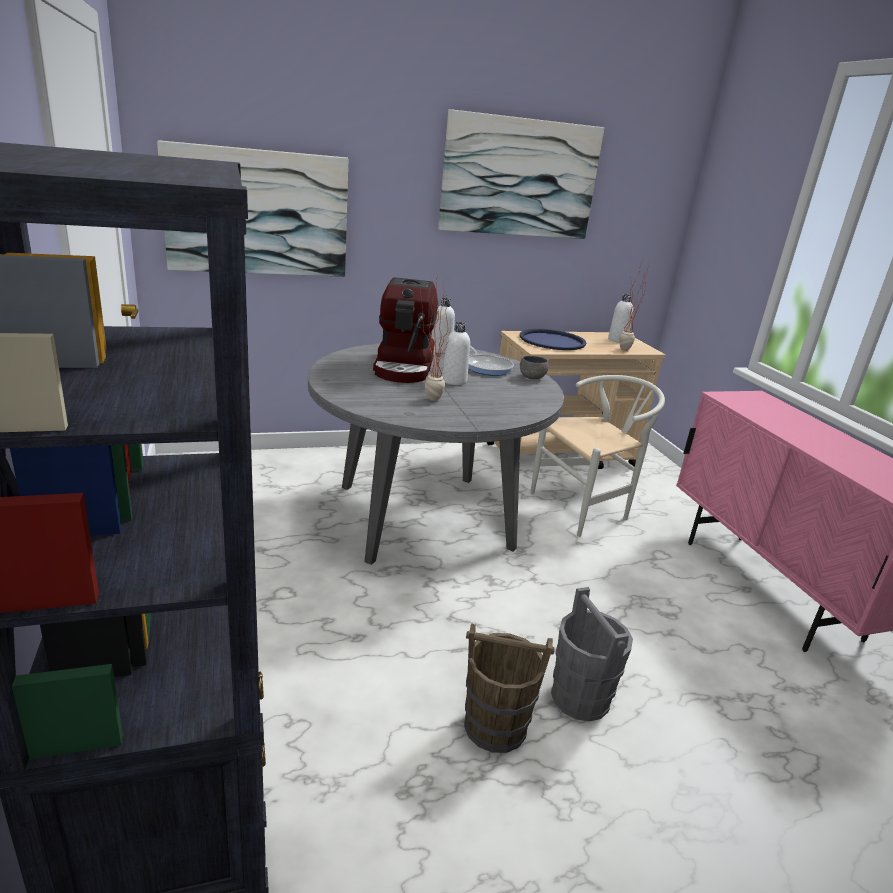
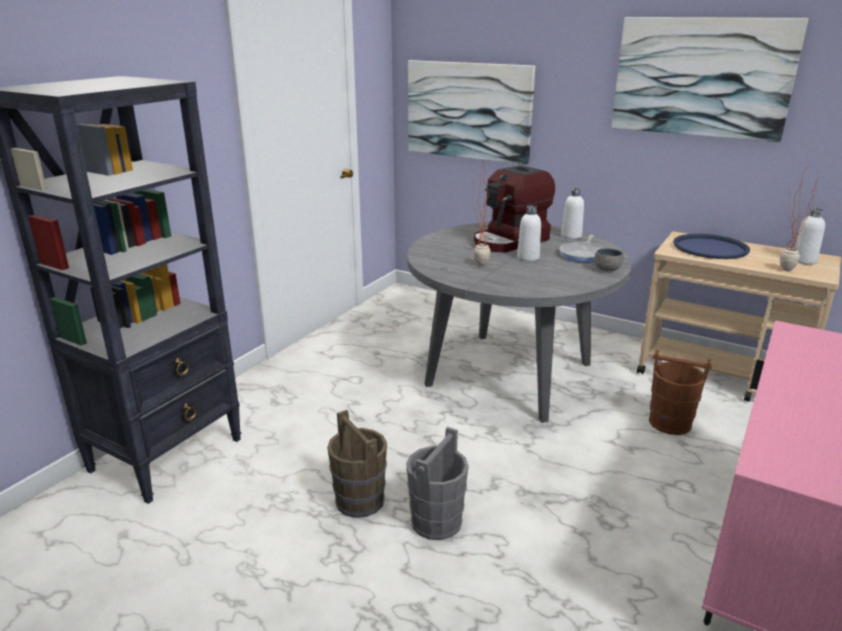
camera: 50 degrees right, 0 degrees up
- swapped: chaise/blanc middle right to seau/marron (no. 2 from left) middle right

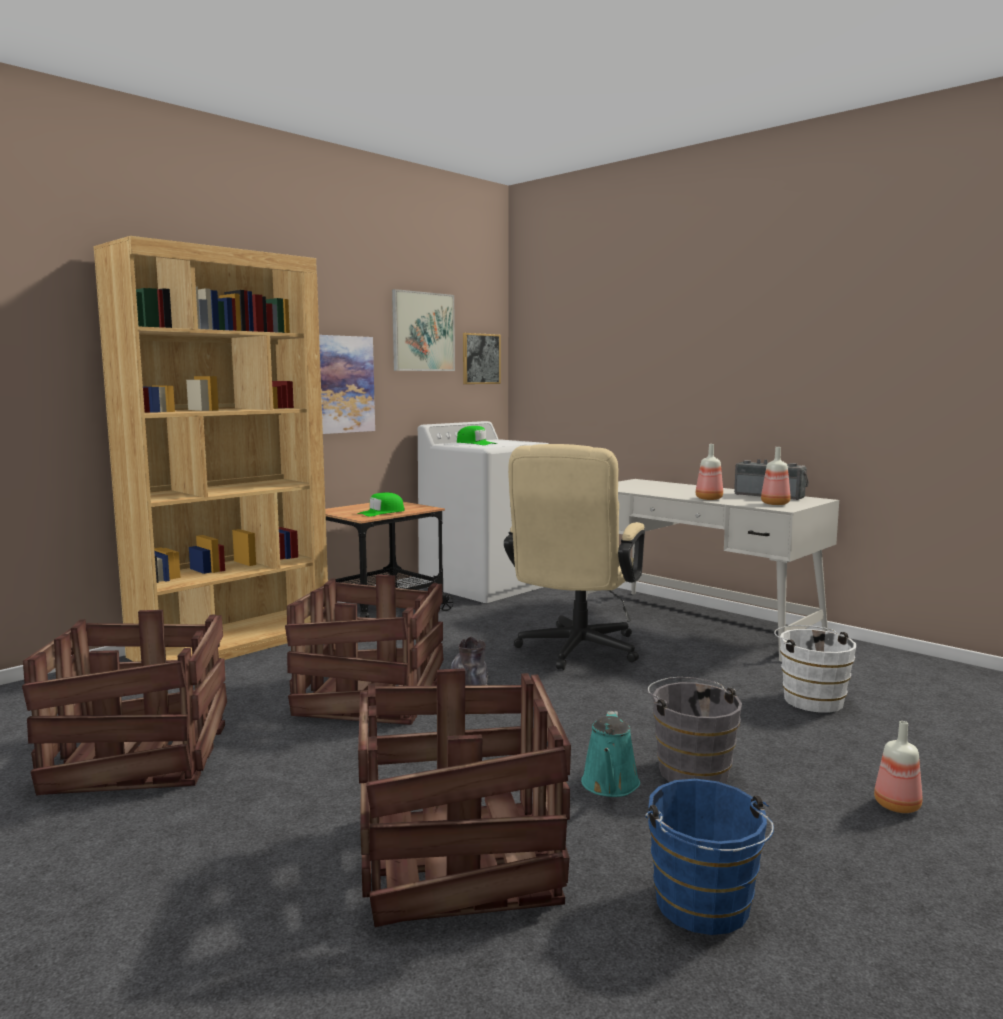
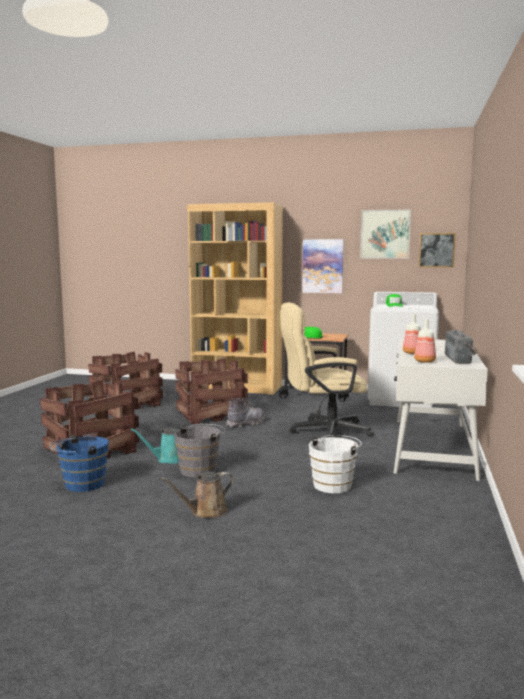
camera: 60 degrees right, 0 degrees up
- swapped: bouteille (no. 3 from left) bottom right to arrosoir/marron bottom centre

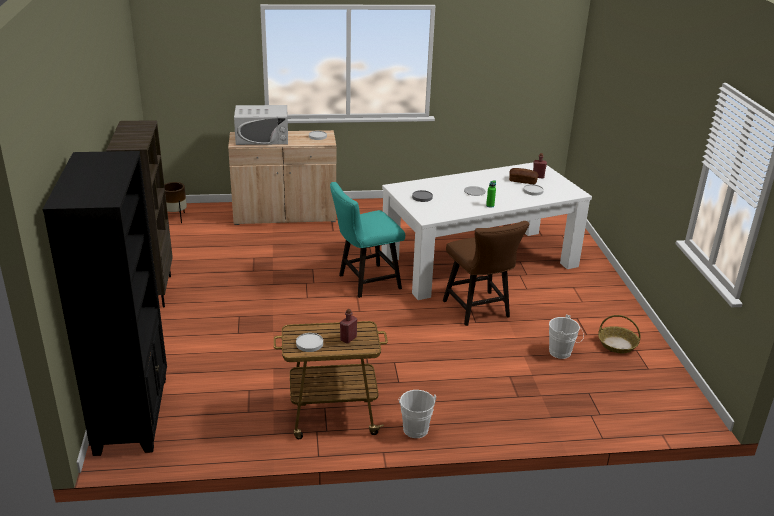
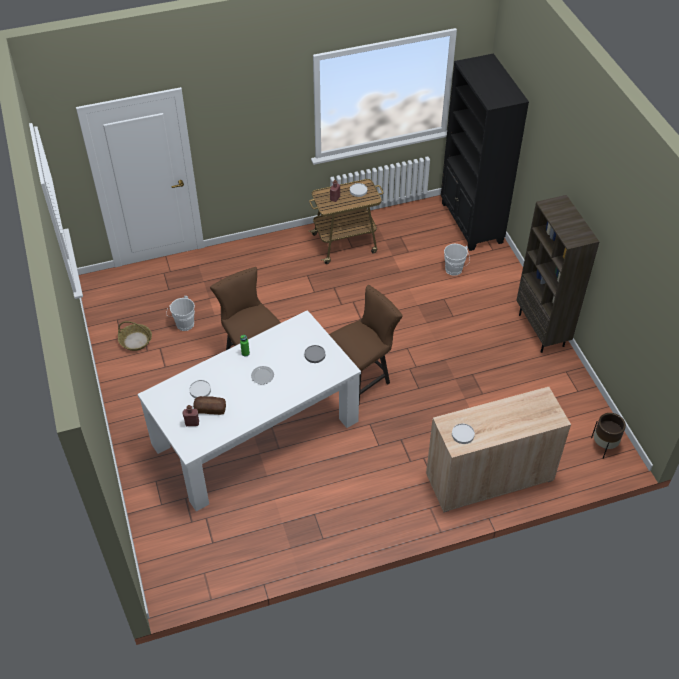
camera: 170 degrees right, 20 degrees up
- repainted: chaise/turquoise centre to chaise/marron (no. 2 from left) centre
- shifted: seau/blanc (no. 1 from left in the first image) bottom centre to seau/blanc (no. 2 from left) middle right
- gone: micro-ondes/blanc top centre

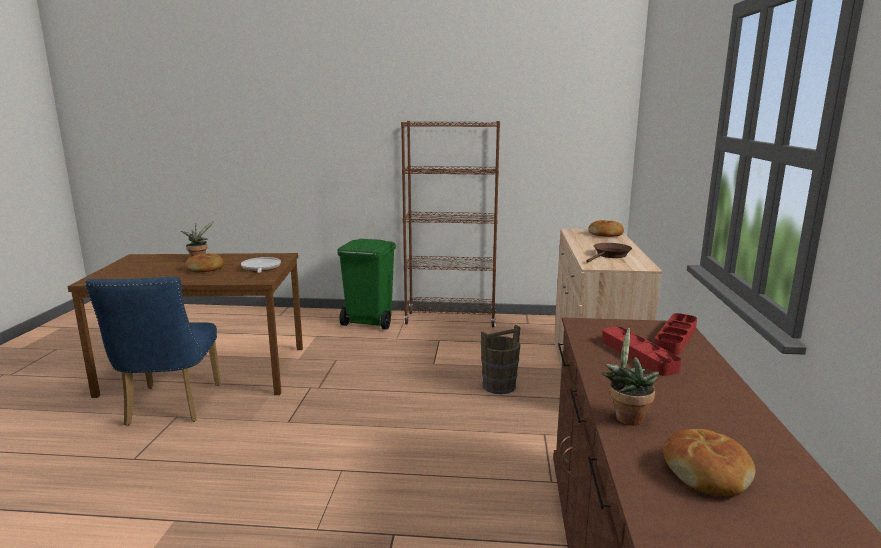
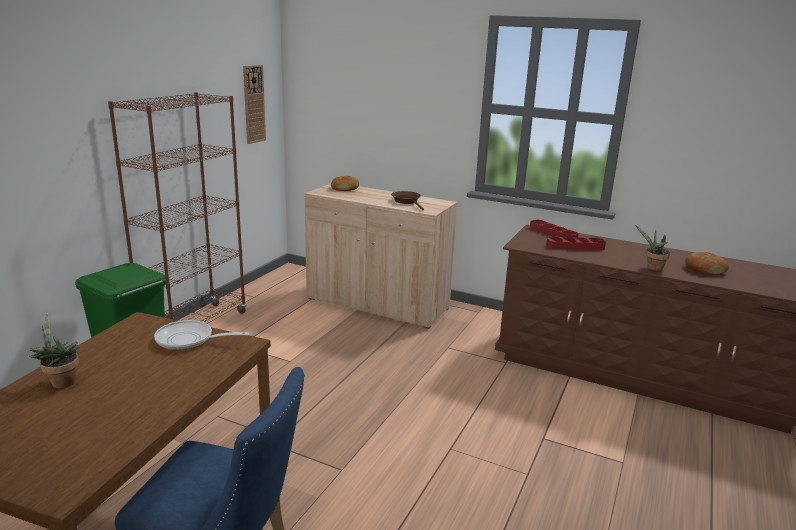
camera: 70 degrees left, 5 degrees up
- new: horloge murale top left
- gone: pain (no. 1 from left) middle left
- gone: seau/marron centre

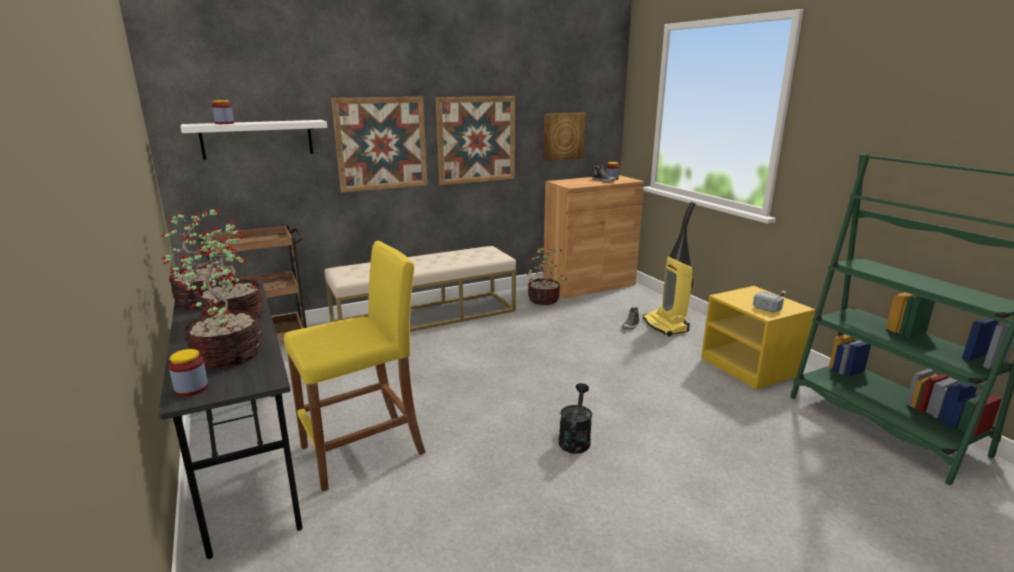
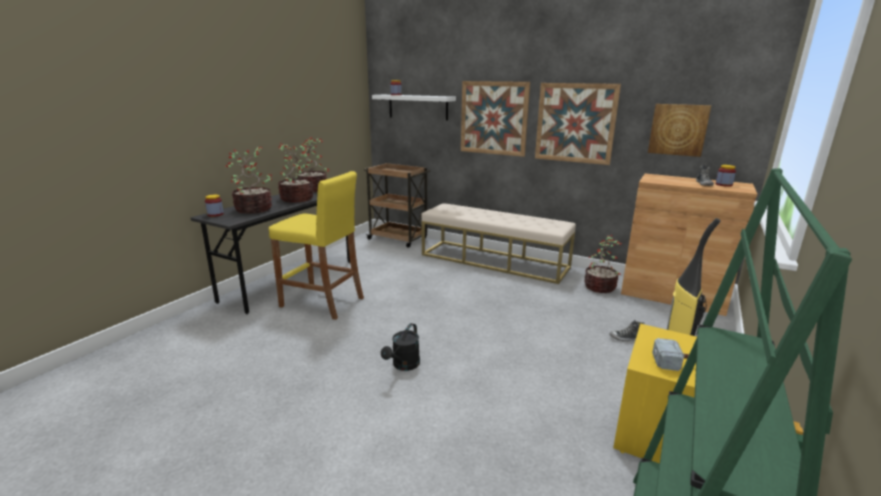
camera: 55 degrees right, 0 degrees up
- rotated: arrosoir/noir bottom centre = bottom centre 135 degrees clockwise

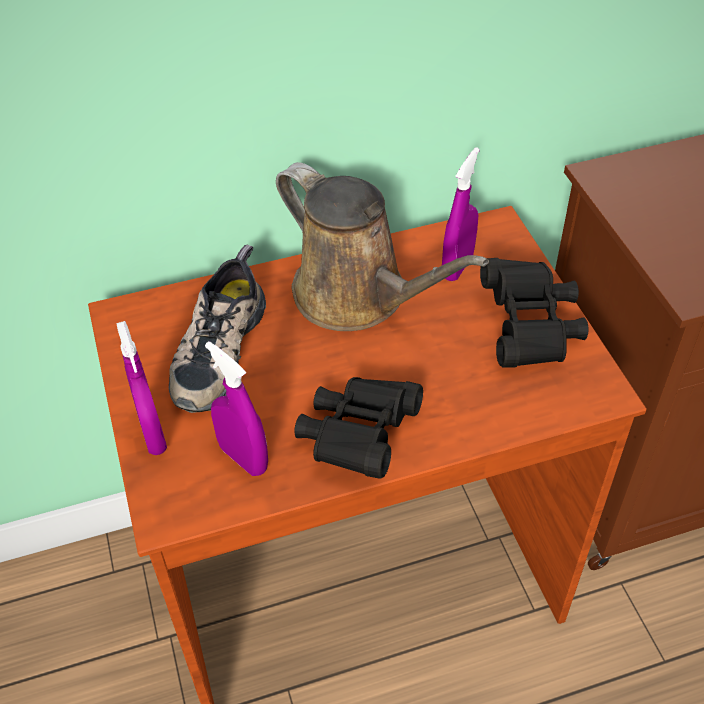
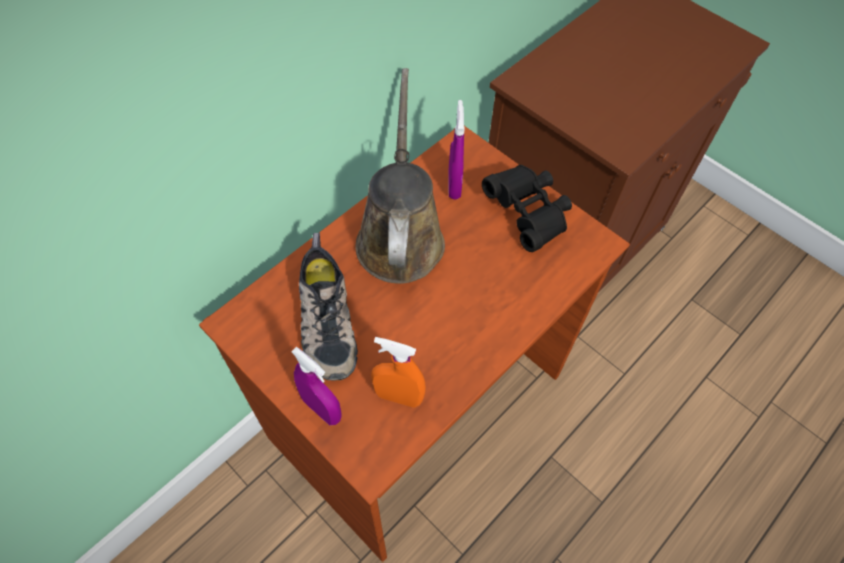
camera: 30 degrees left, 10 degrees up
- rotated: arrosoir/marron centre = top centre 105 degrees counterclockwise
- repainted: vaporisateur/violet (no. 2 from left) centre to vaporisateur/orange centre
- gone: jumelles/noir (no. 1 from left) centre

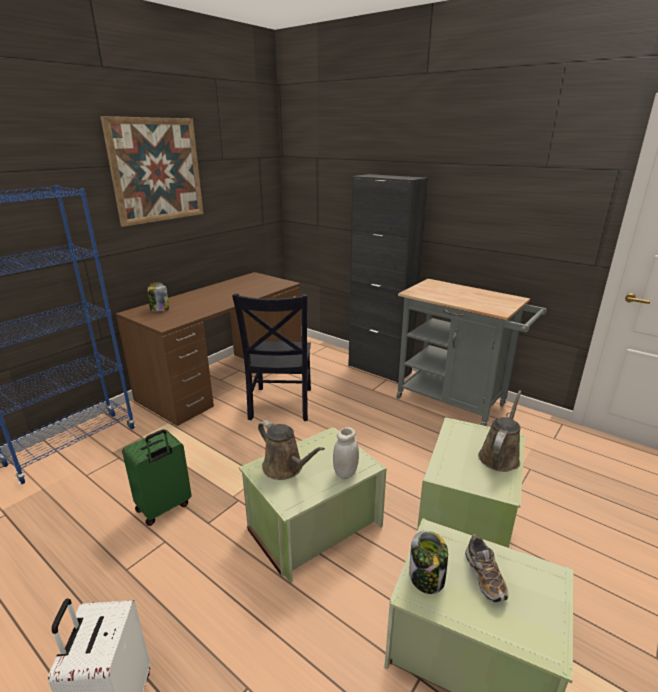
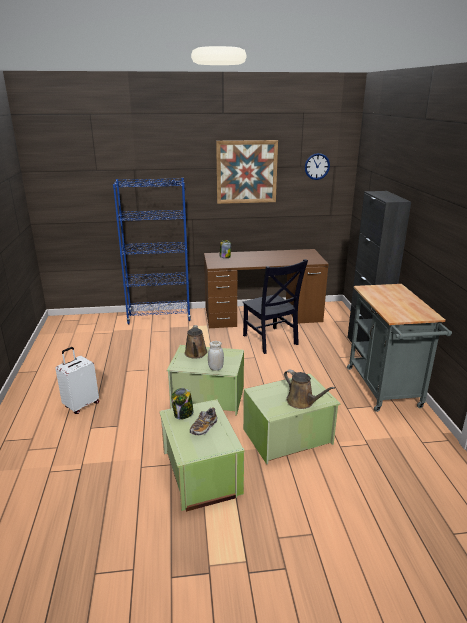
camera: 45 degrees right, 0 degrees up
- rotated: chaise/noir centre = centre 75 degrees counterclockwise
- rotated: arrosoir/marron (no. 2 from left) middle right = centre 60 degrees clockwise
- new: horloge murale top right
- gone: valise/vert bottom left

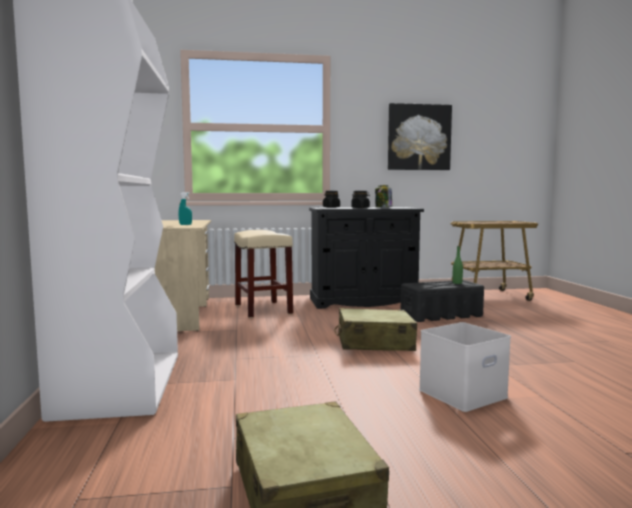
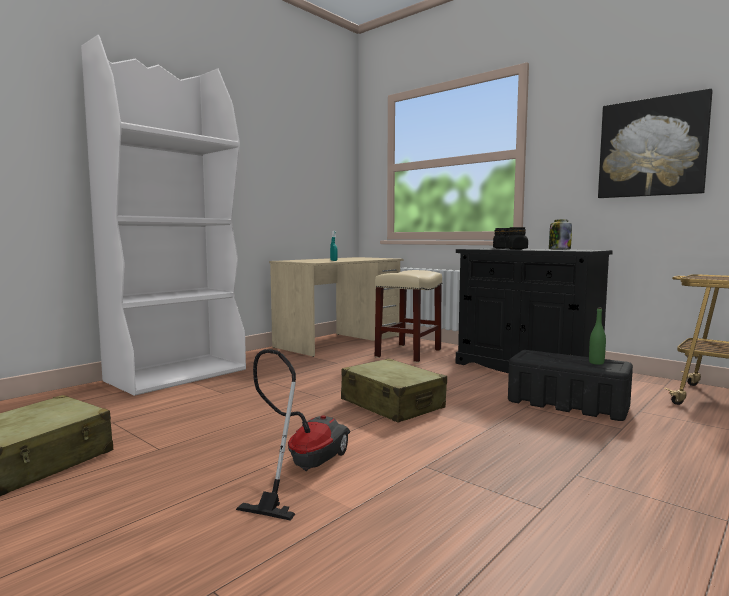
camera: 50 degrees right, 0 degrees up
- swapped: boîte de rangement/blanc bottom right to aspirateur bottom centre

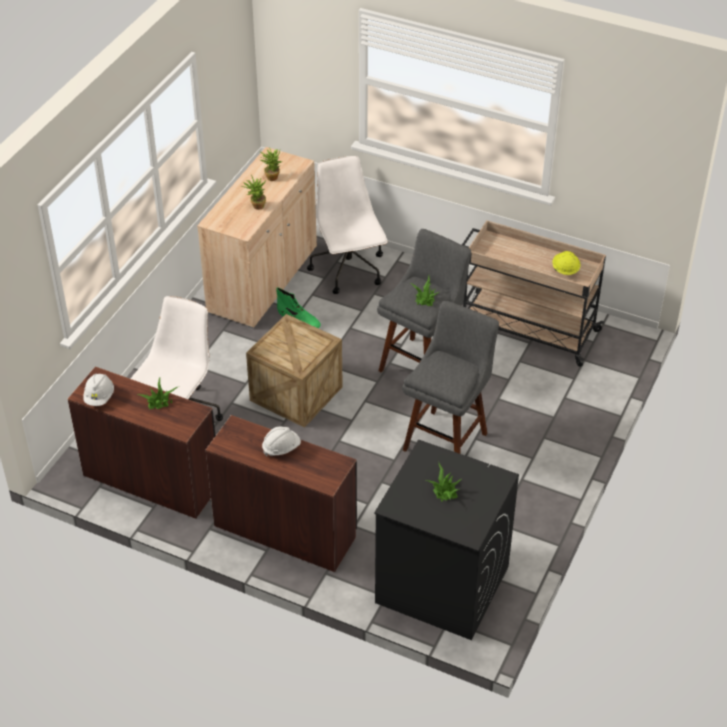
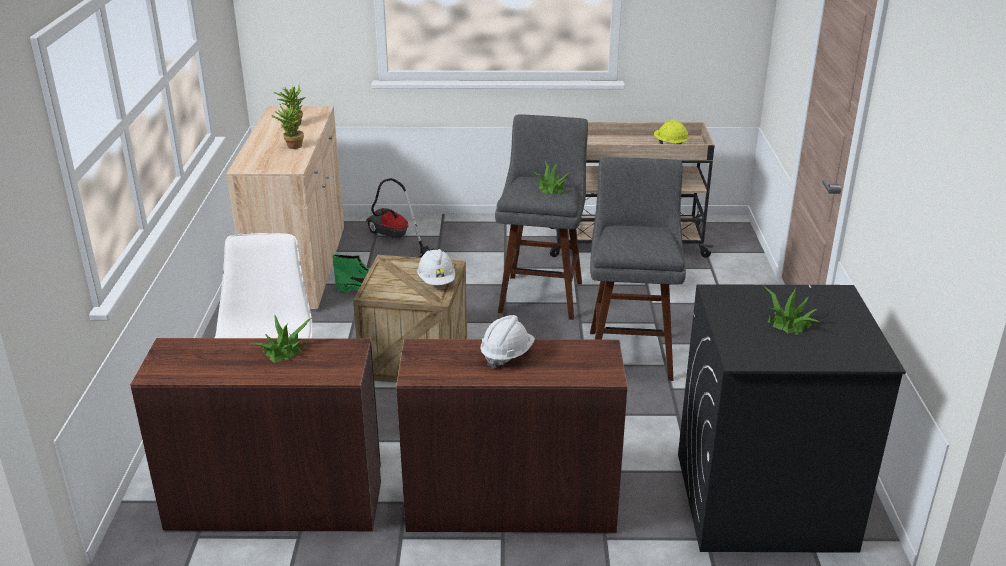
camera: 25 degrees left, 15 degrees down
- swapped: chaise de bureau/blanc (no. 2 from left) top centre to aspirateur centre
- shifted: casque de chantier/blanc (no. 1 from left) middle left to centre

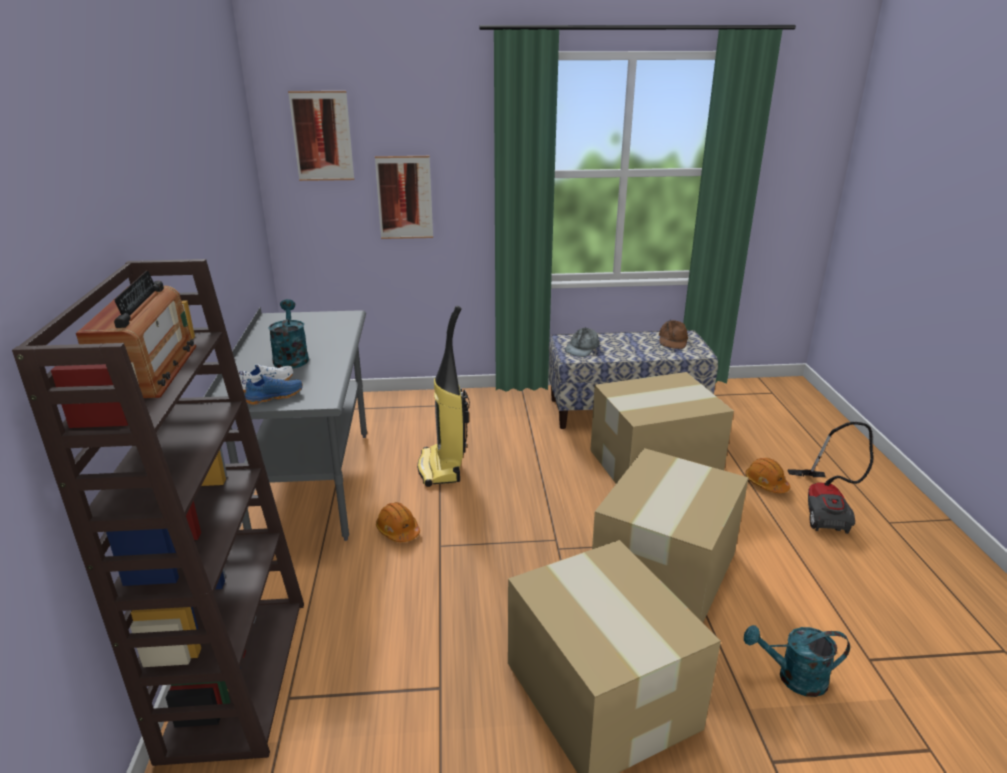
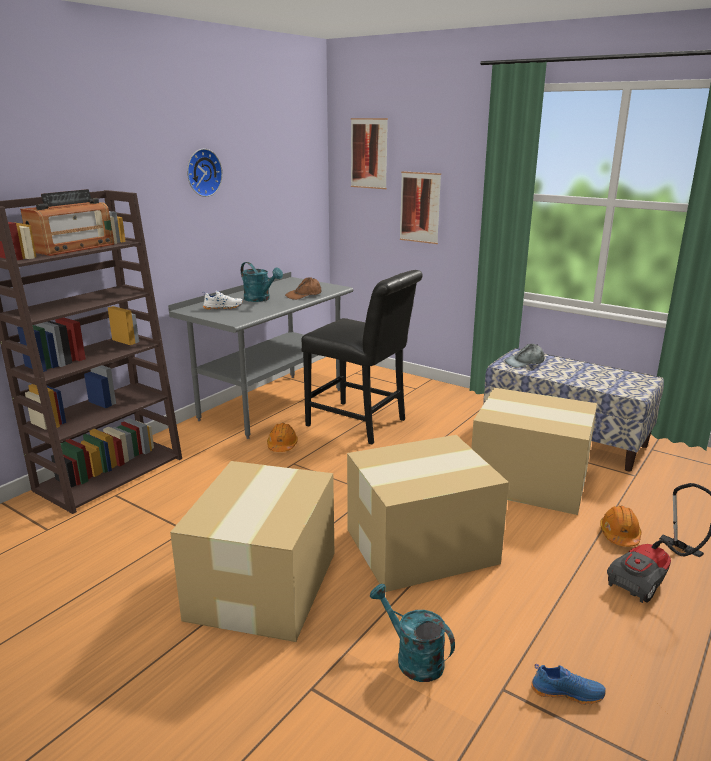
camera: 40 degrees right, 5 degrees down
- new: horloge murale top left
- rotated: arrosoir/turquoise (no. 1 from left) middle left = centre 105 degrees clockwise
- shifted: casquette/marron middle right to centre
- swapped: aspirateur (no. 1 from left) centre to chaise/noir centre
- shifted: chaussure/bleu middle left to bottom right

